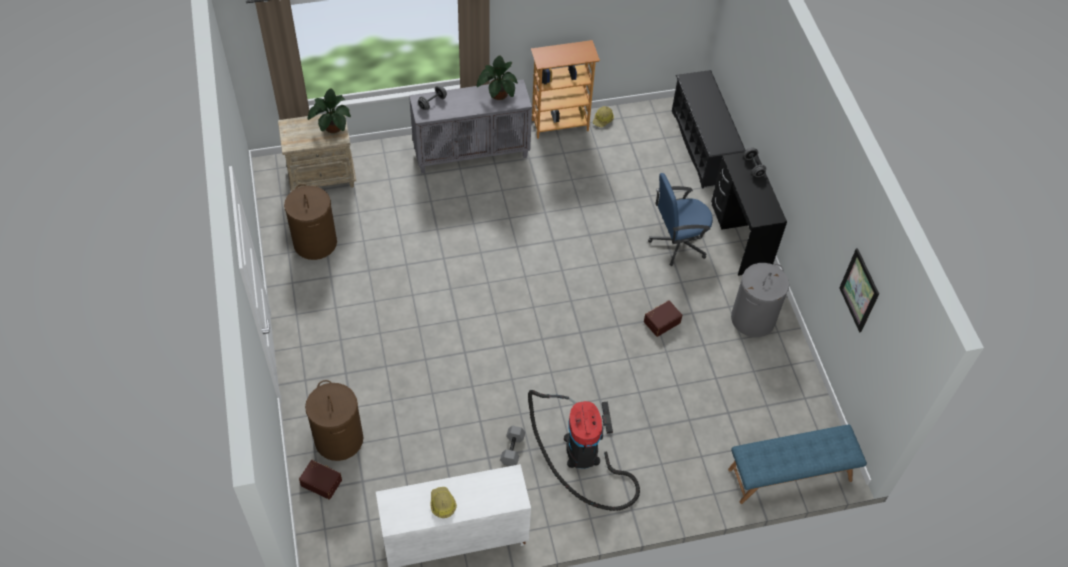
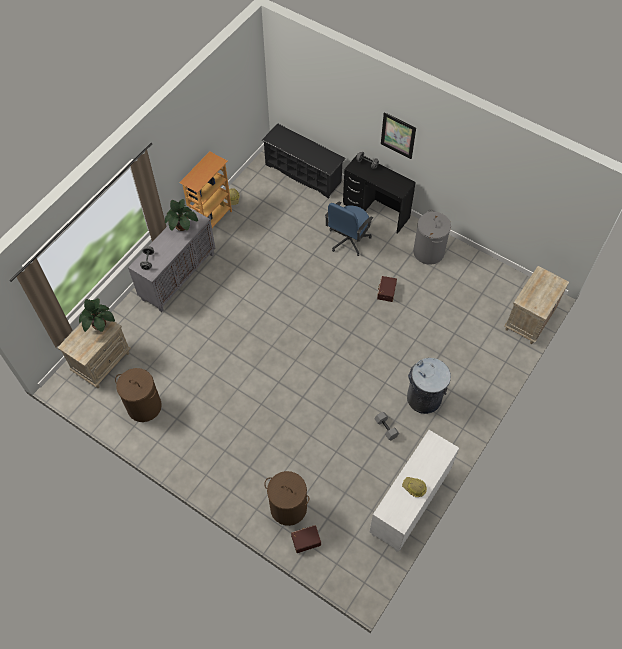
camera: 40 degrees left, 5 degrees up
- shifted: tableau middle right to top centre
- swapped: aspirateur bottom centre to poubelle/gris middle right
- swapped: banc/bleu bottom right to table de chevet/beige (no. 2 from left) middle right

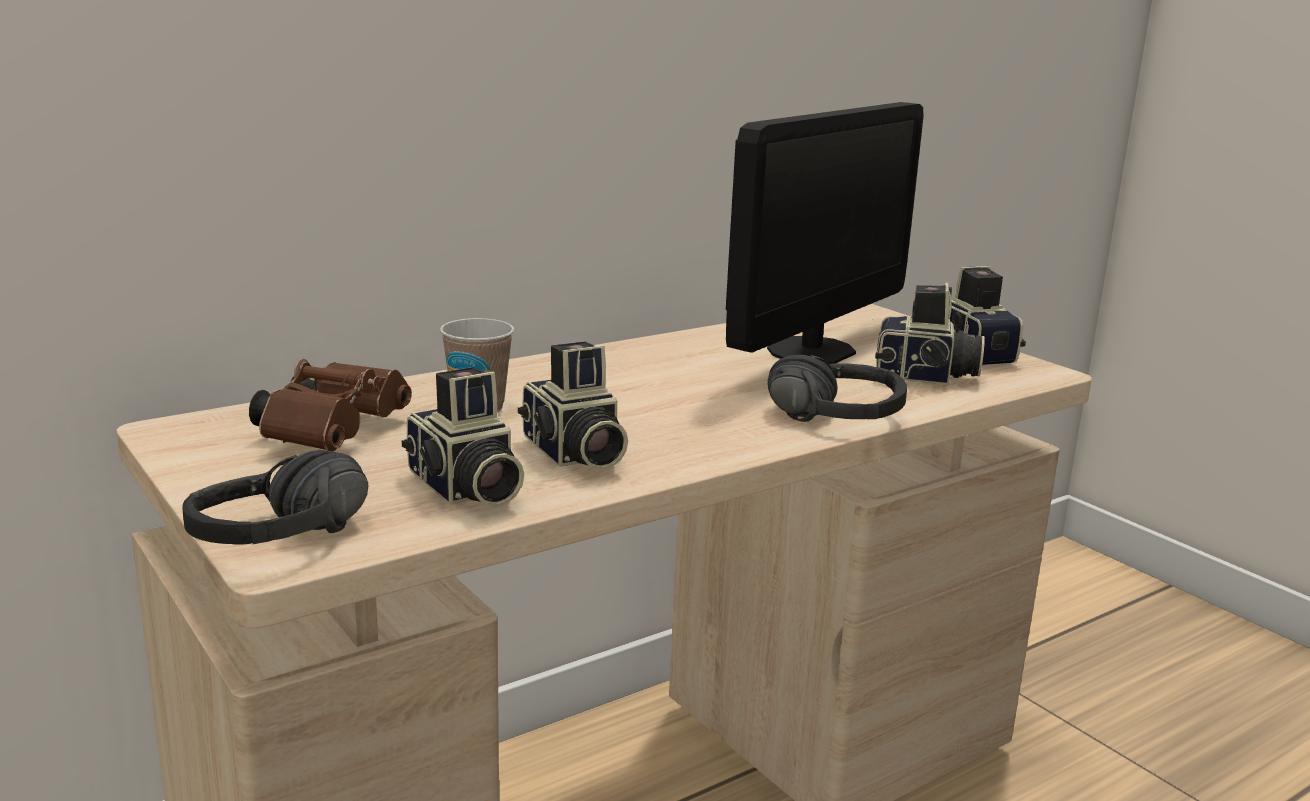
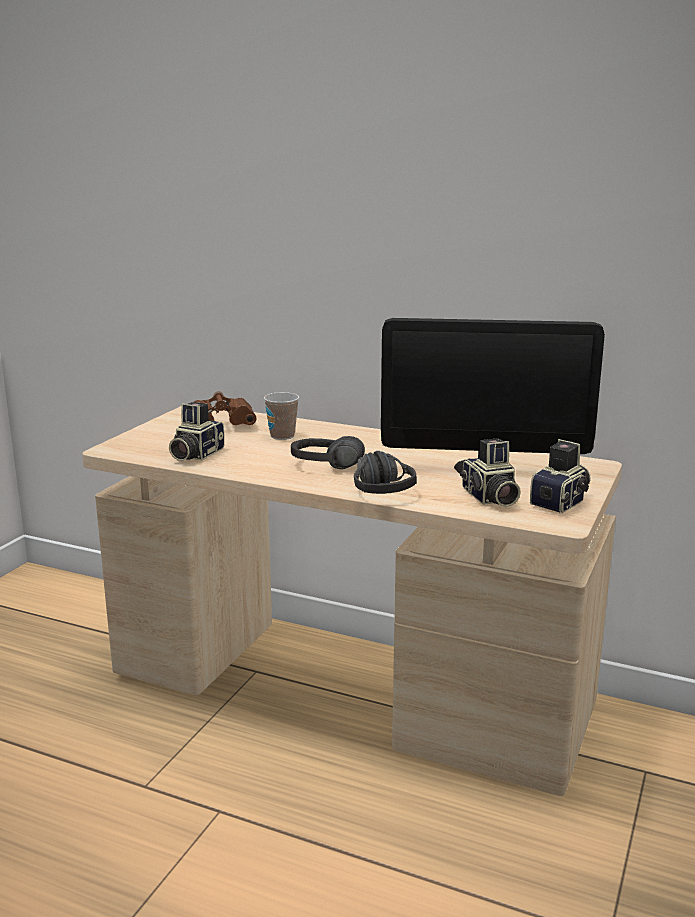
camera: 60 degrees right, 0 degrees up
- shifted: casque audio/noir (no. 1 from left) middle left to centre
- gone: appareil photo (no. 2 from left) centre

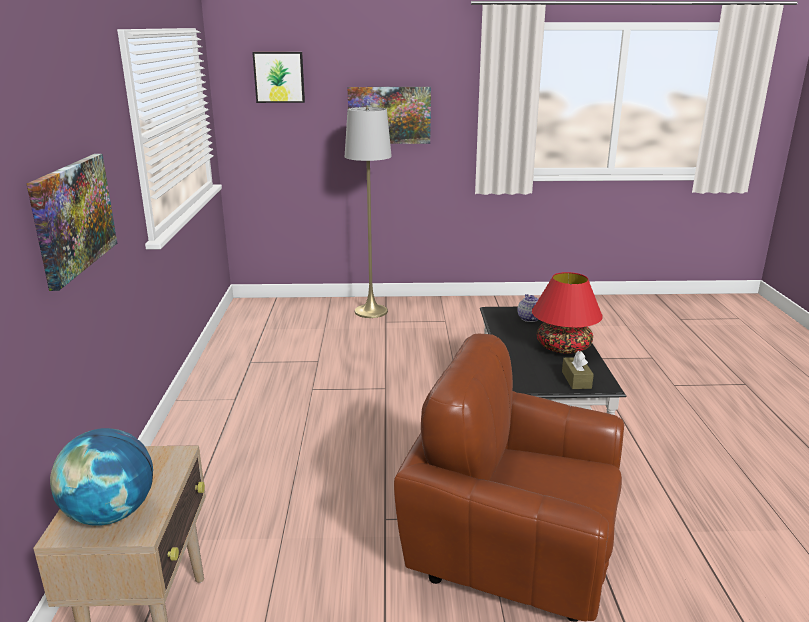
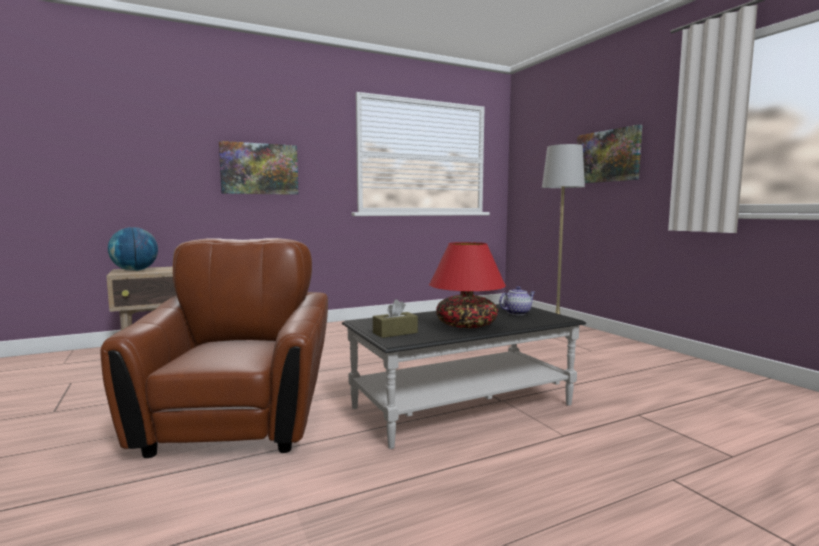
camera: 65 degrees right, 15 degrees down
- gone: tableau (no. 2 from left) top centre

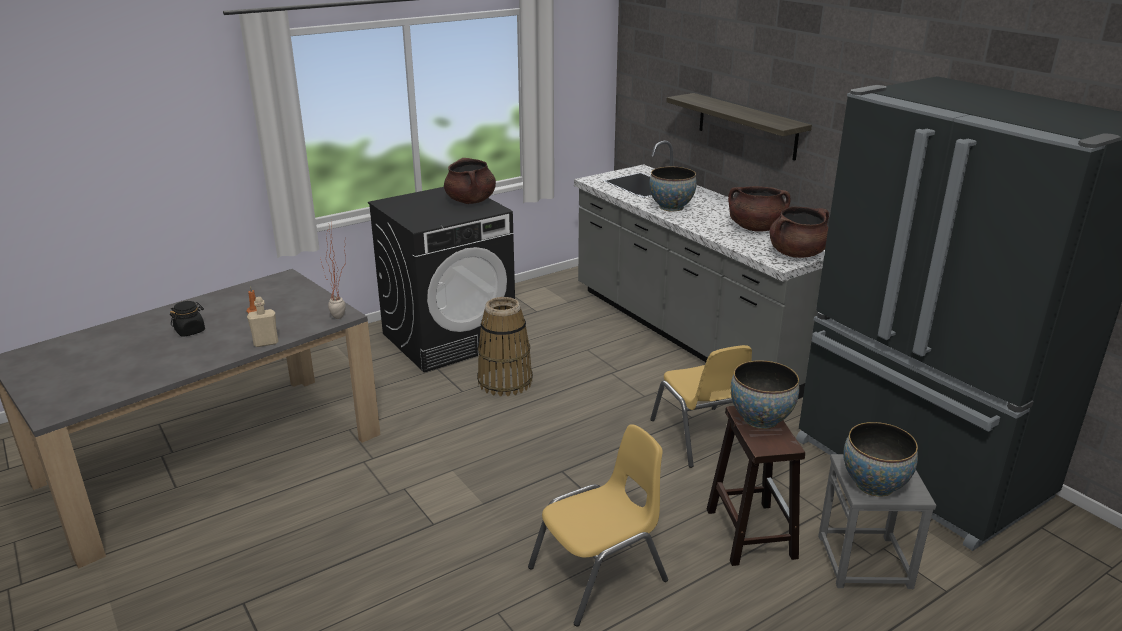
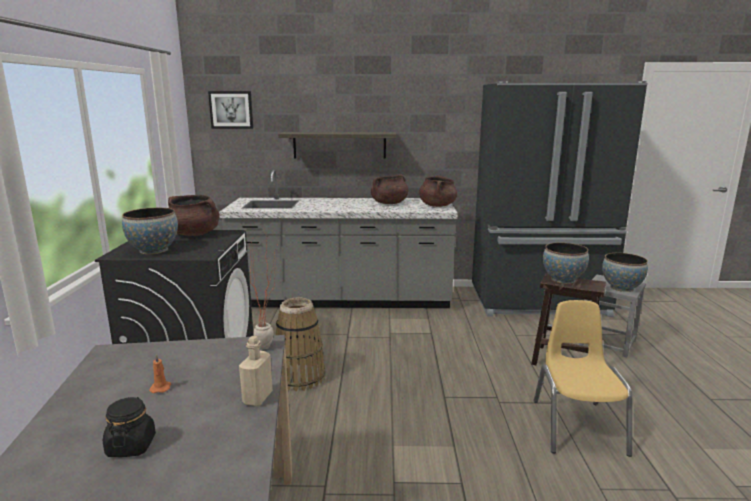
camera: 55 degrees left, 10 degrees down
- shifted: bol (no. 1 from left) top centre to middle left
- new: tableau top left
- gone: chaise/jaune (no. 2 from left) centre

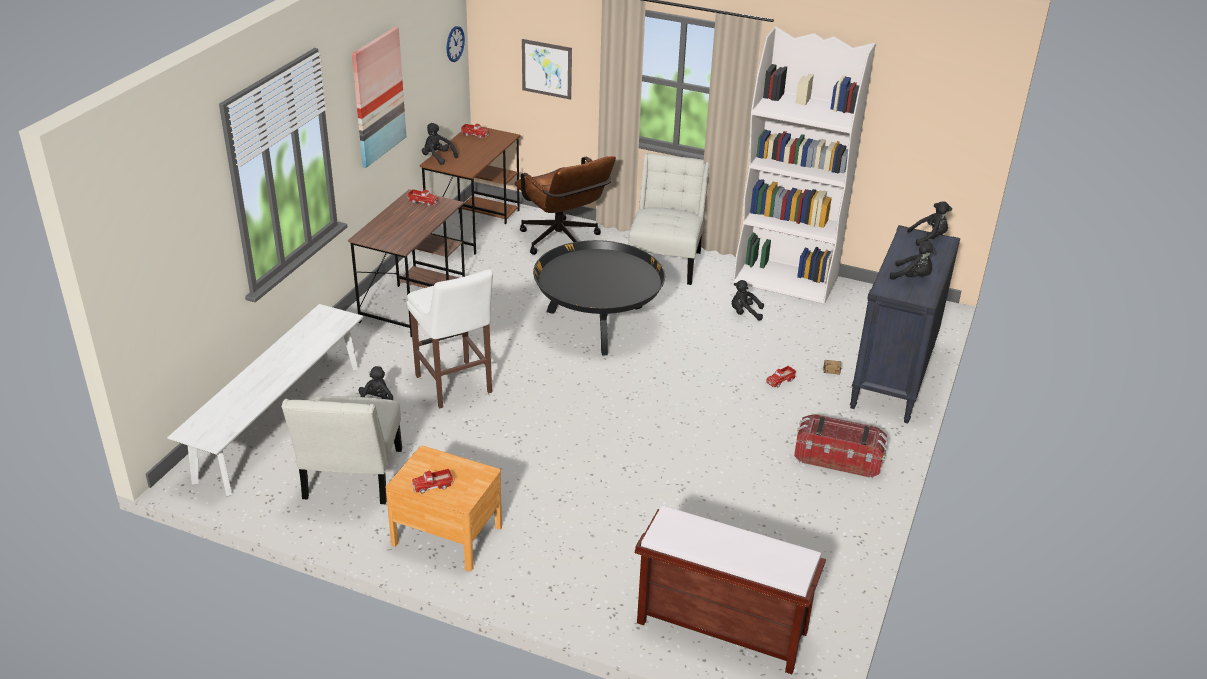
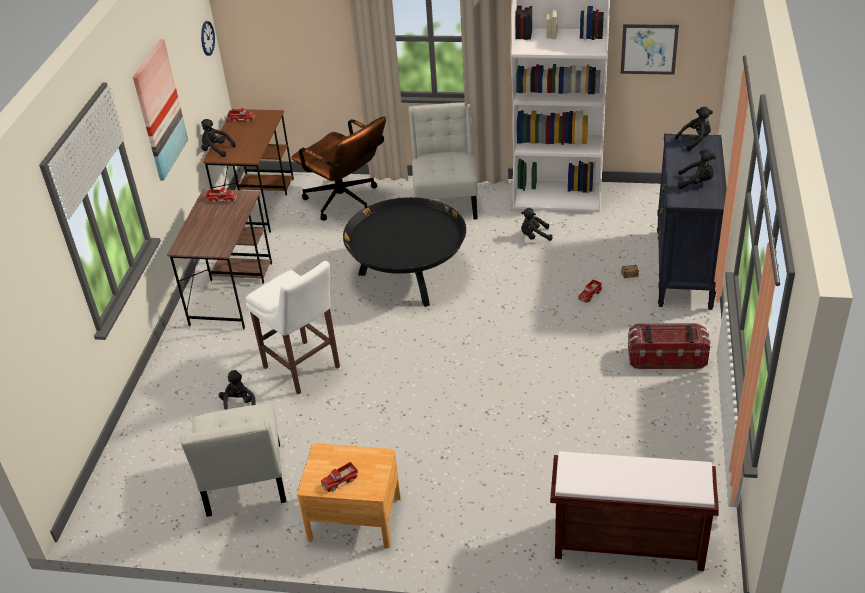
camera: 10 degrees left, 5 degrees up
- shifted: tableau (no. 2 from left) top centre to top right
- gone: banc/blanc middle left

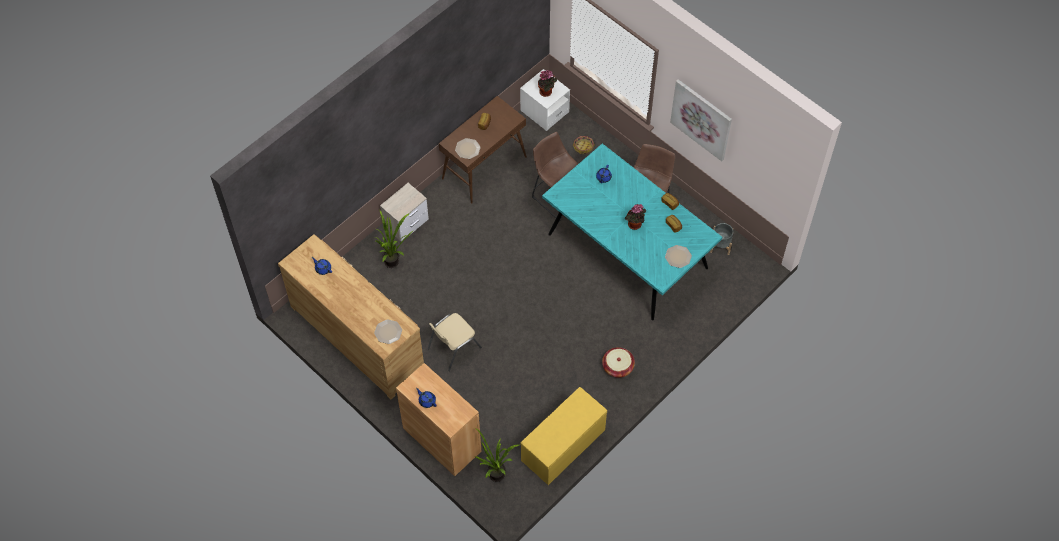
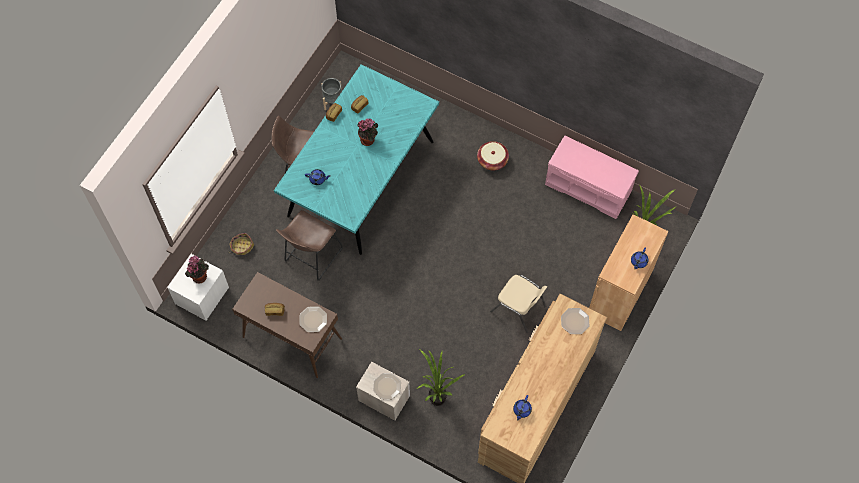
camera: 105 degrees left, 5 degrees up
- shifted: assiette (no. 3 from left in the first image) centre to assiette (no. 2 from left) bottom centre
- repainted: banc/jaune bottom centre to banc/rose middle right
- gone: tableau top centre

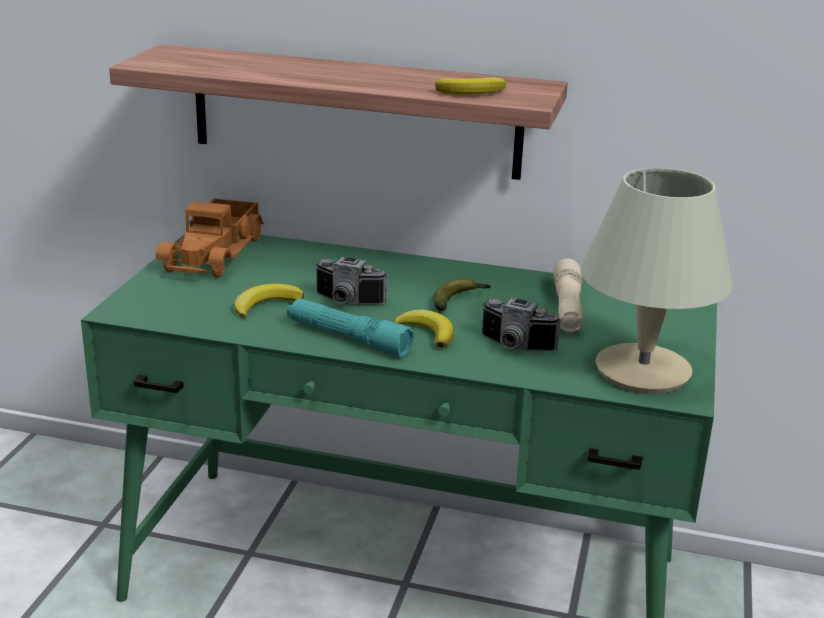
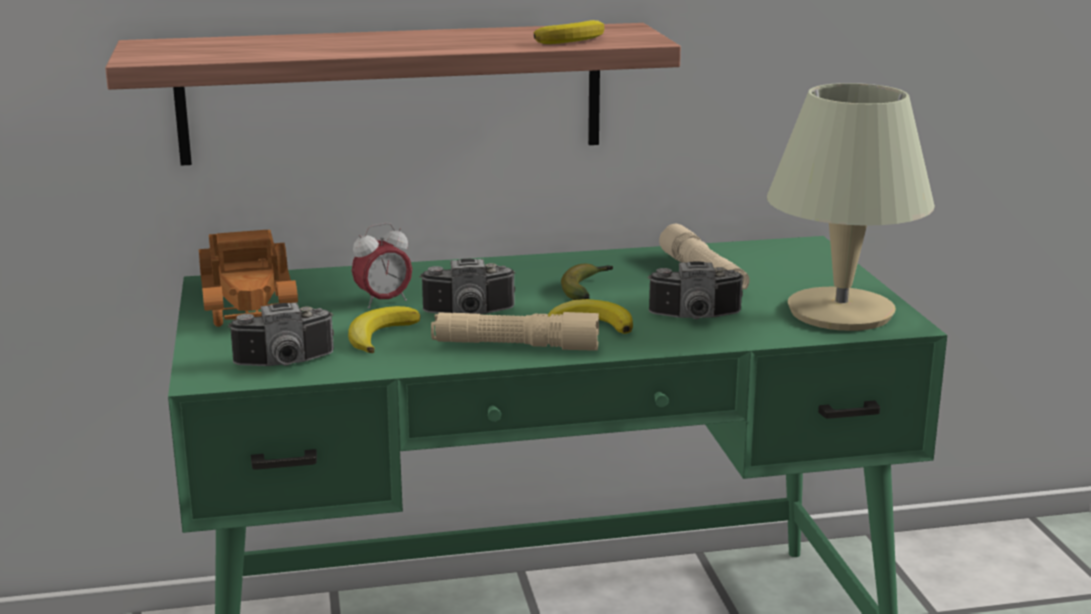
camera: 25 degrees left, 5 degrees down
- new: appareil photo (no. 1 from left) middle left
- new: réveil centre
- repainted: lampe de poche/turquoise centre to lampe de poche/beige (no. 1 from left) centre

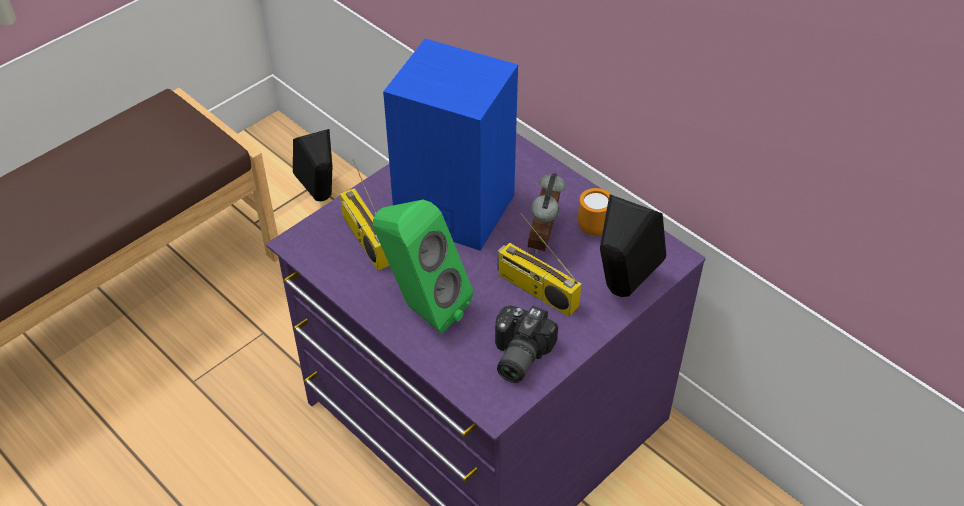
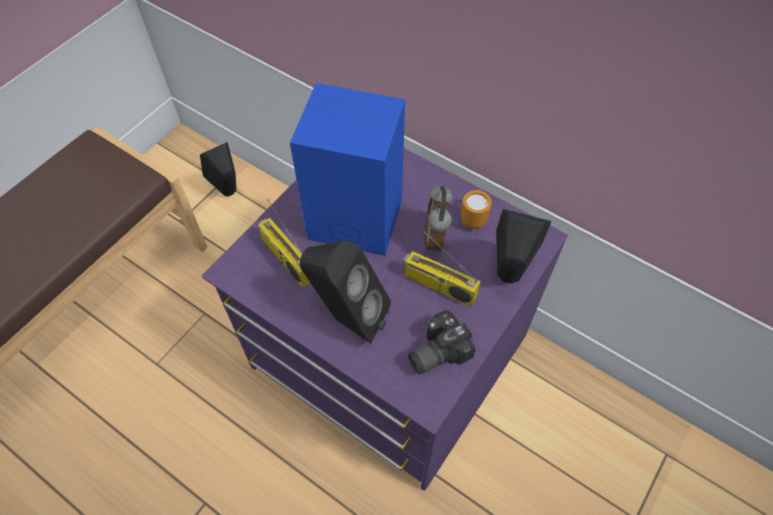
camera: 10 degrees left, 10 degrees up
- repainted: enceinte/vert centre to enceinte/noir (no. 2 from left) centre
- rotated: appareil photo bottom centre = centre 45 degrees clockwise

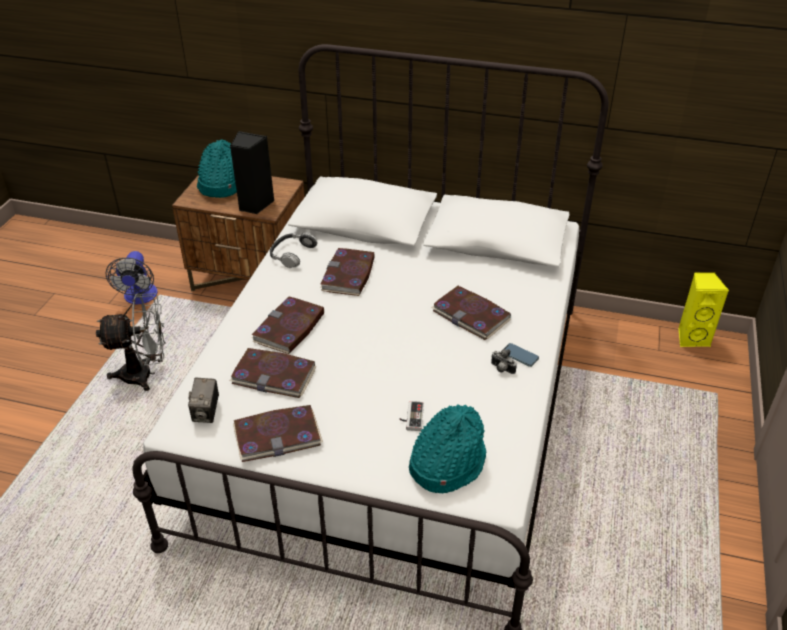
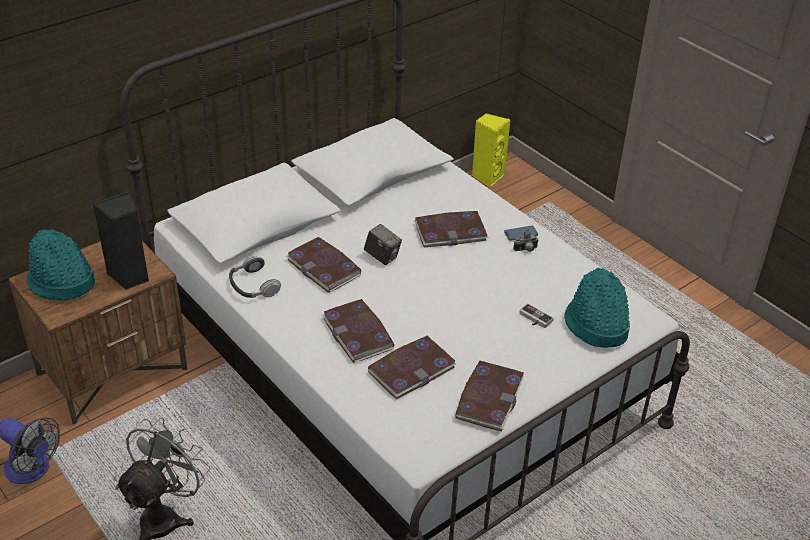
camera: 55 degrees left, 0 degrees up
- shifted: appareil photo (no. 1 from left) middle left to centre

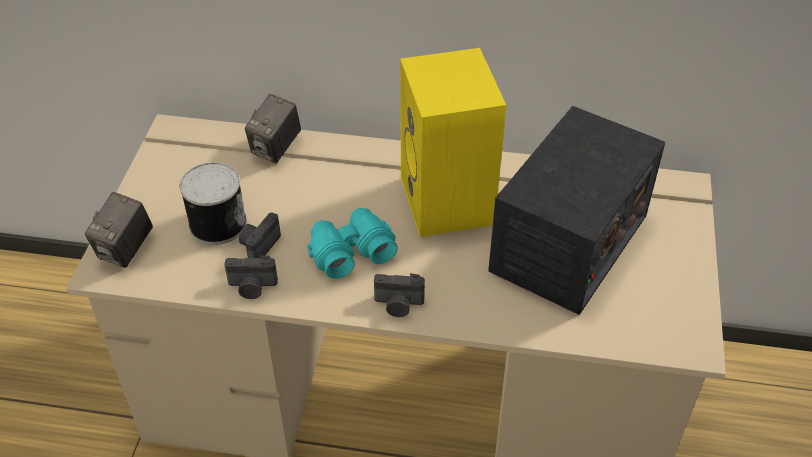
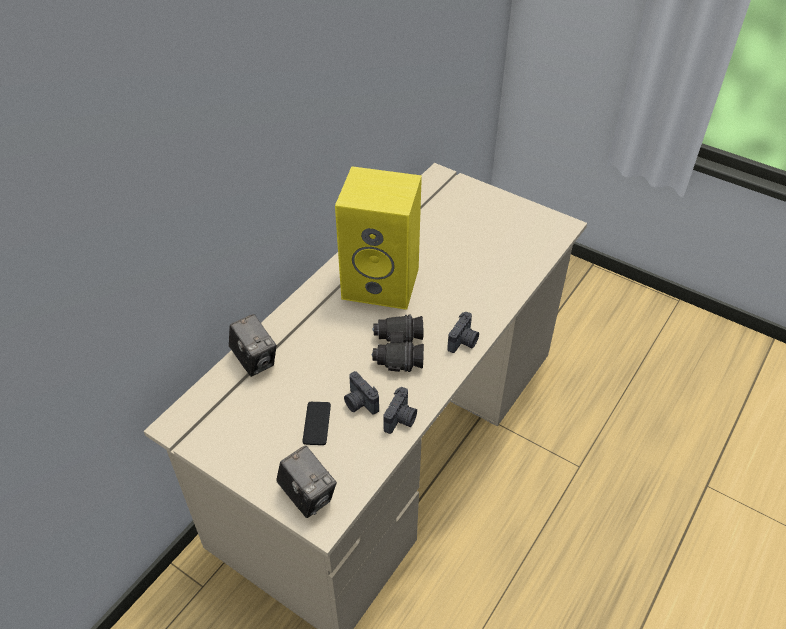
camera: 65 degrees left, 0 degrees up
- swapped: boîte métallique middle left to téléphone bottom centre
- repainted: jumelles/turquoise centre to jumelles/noir centre
- gone: radio middle right

